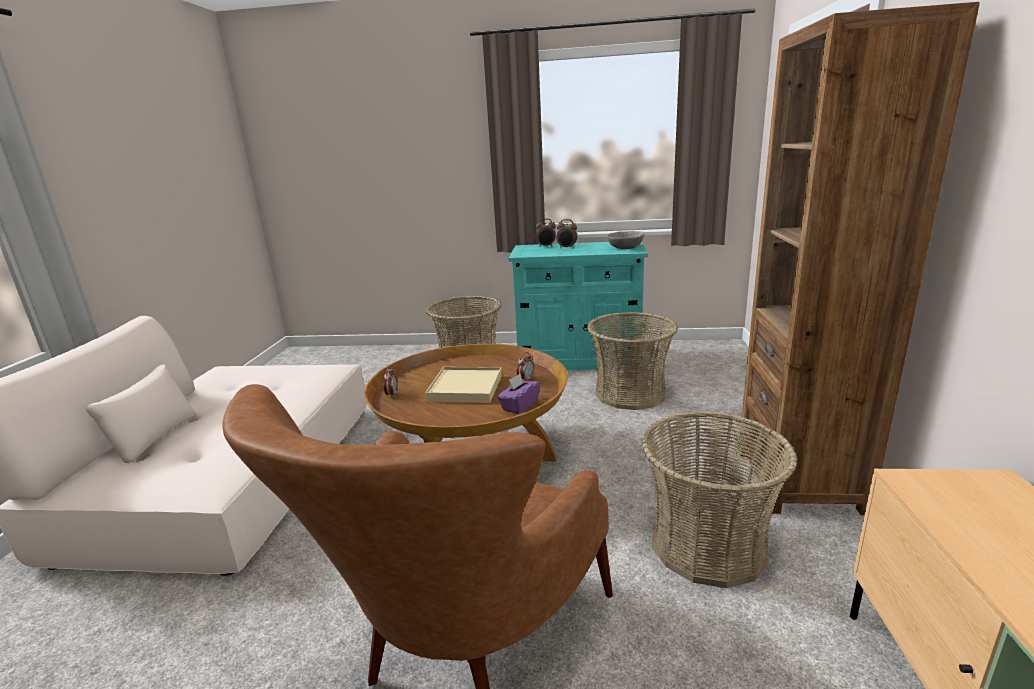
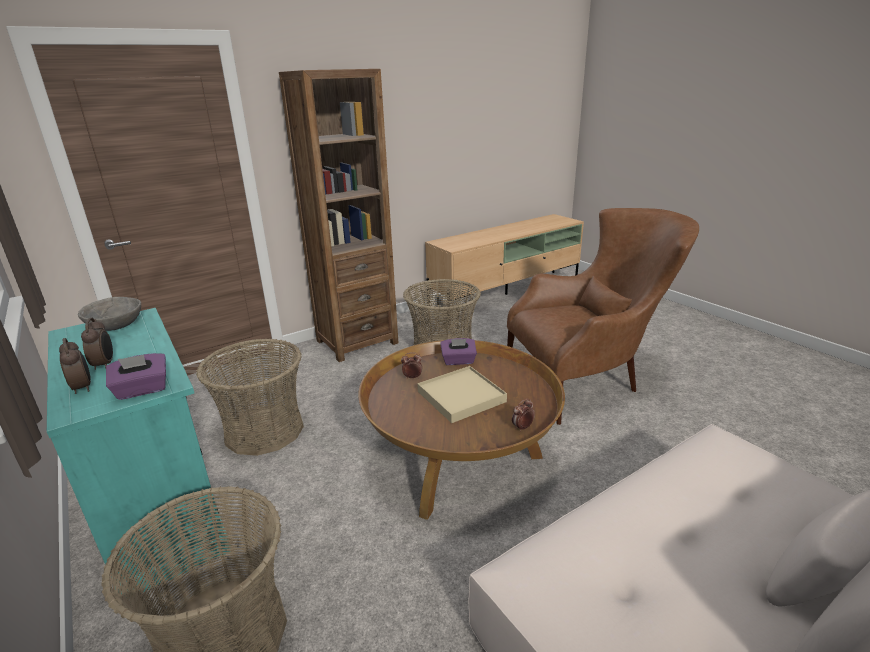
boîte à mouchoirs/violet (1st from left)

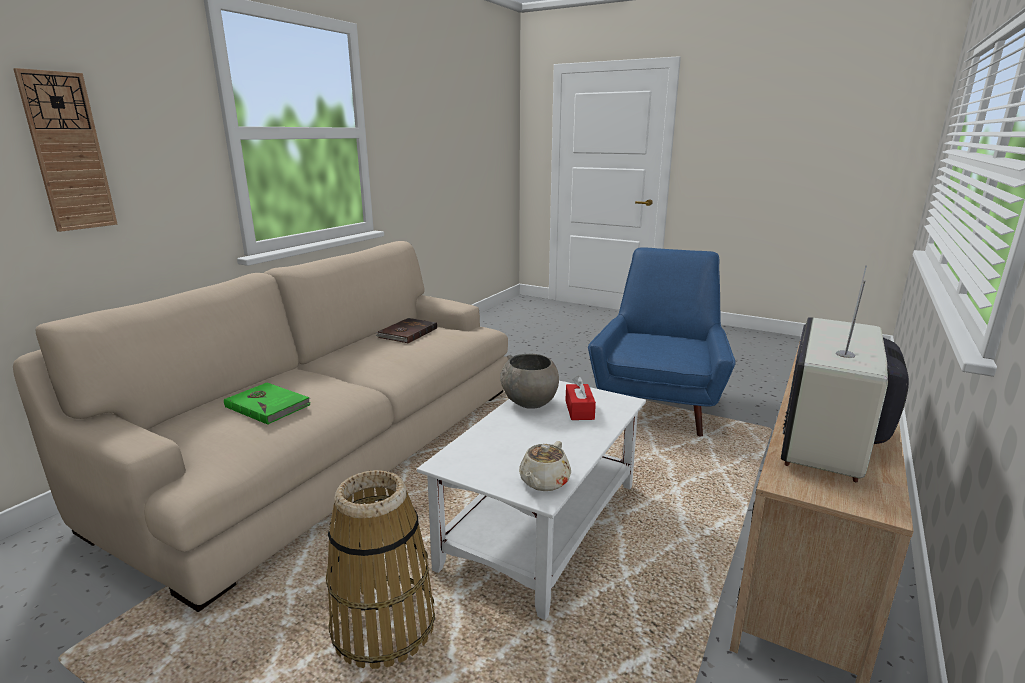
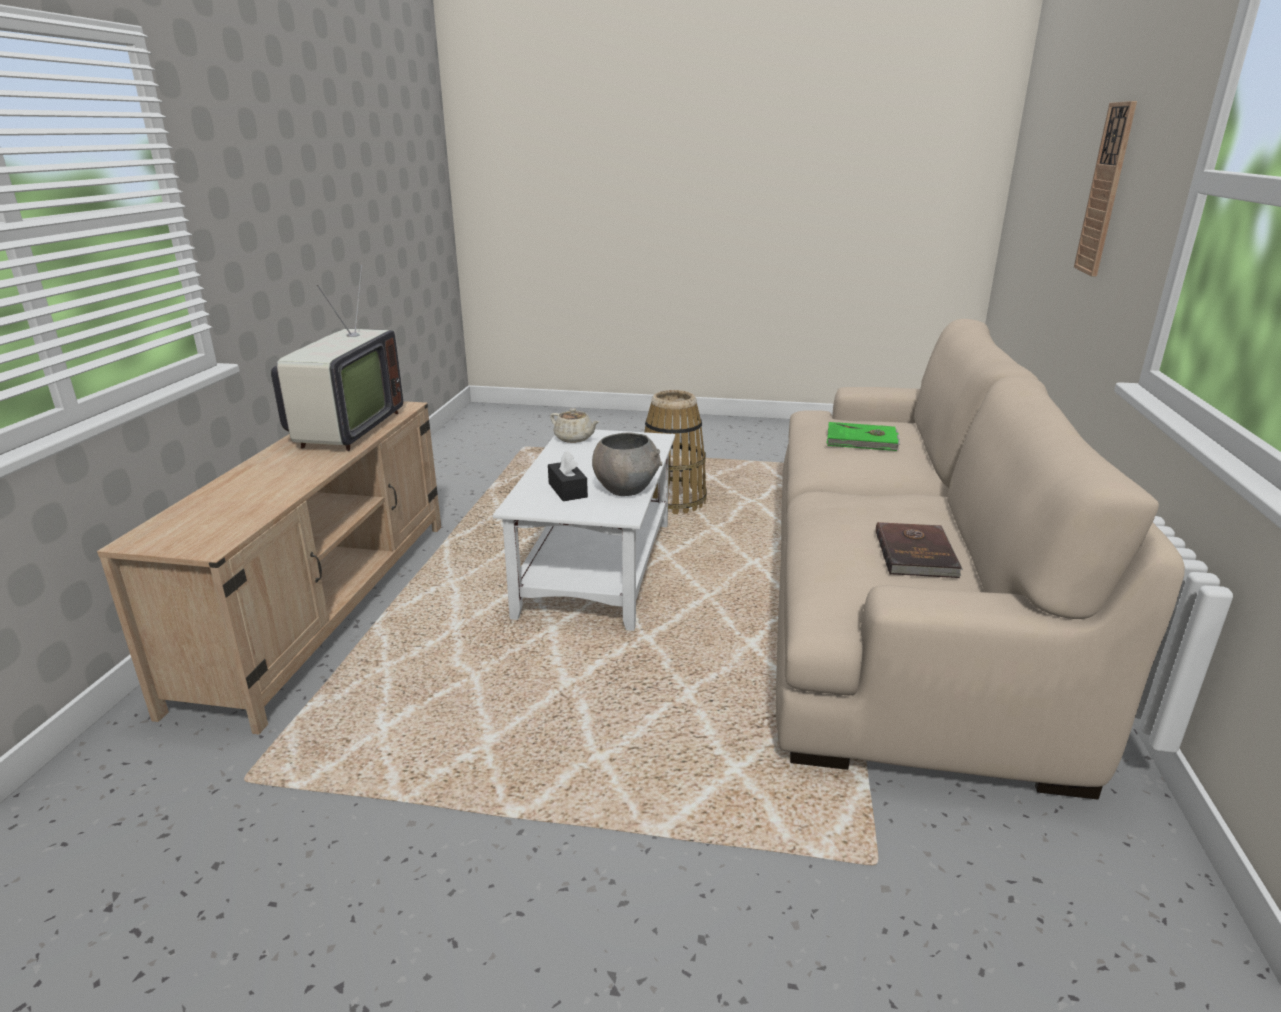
fauteuil/bleu; boîte à mouchoirs/noir; théière/beige

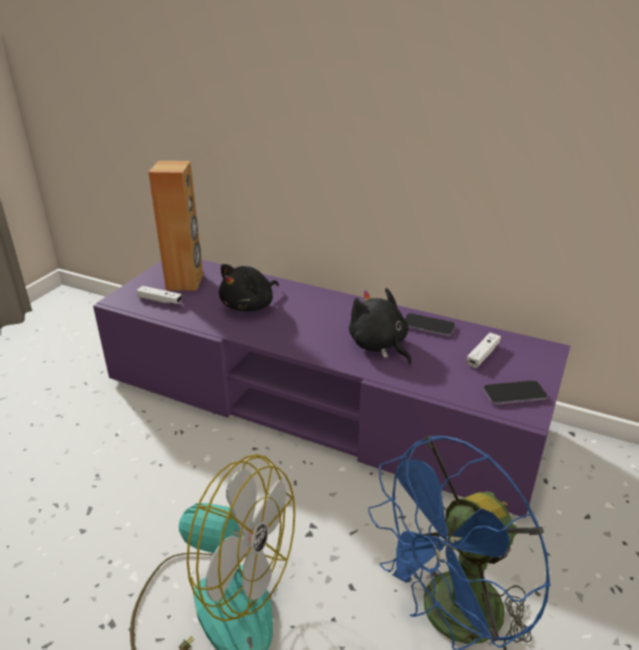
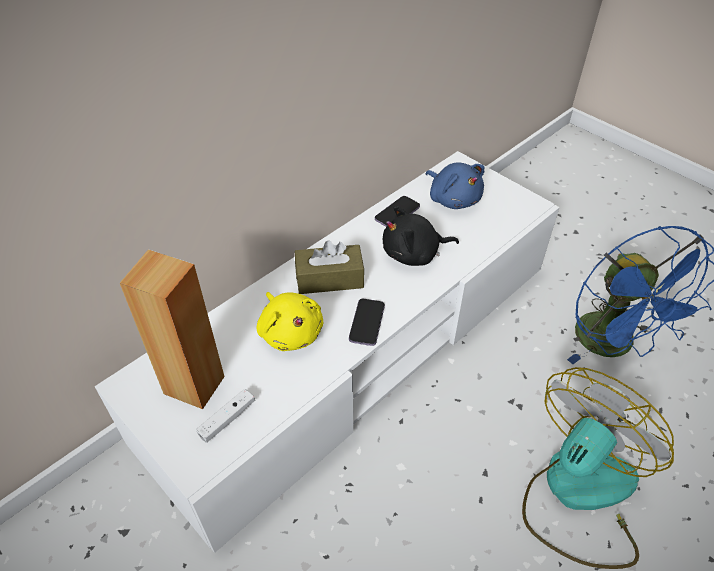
meuble télé/blanc; peluche/jaune; peluche/bleu; téléphone (1st from left); boîte à mouchoirs/marron

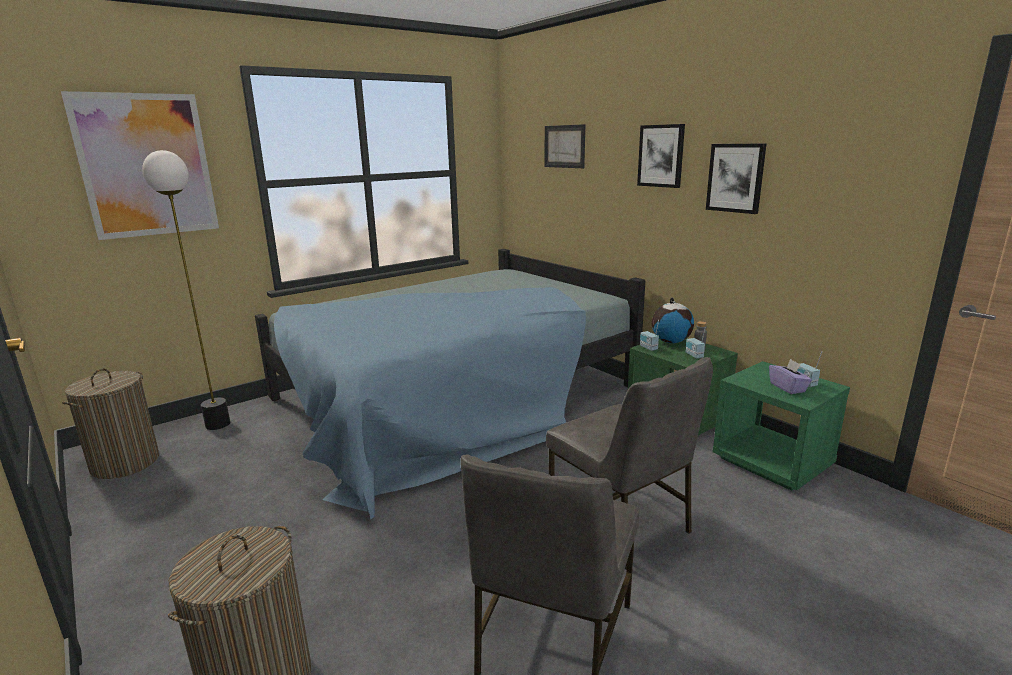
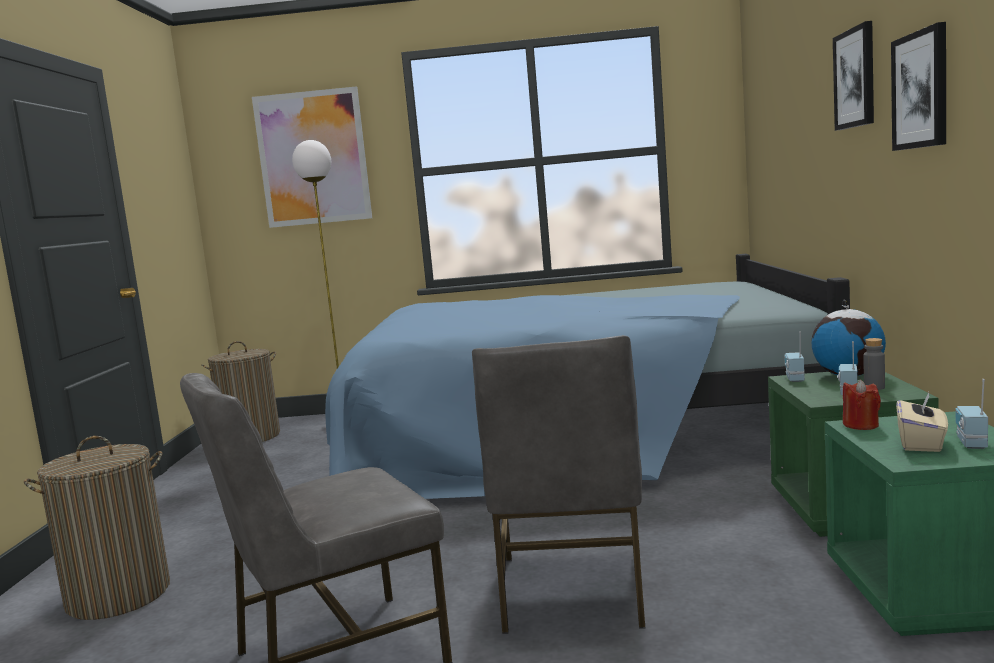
tableau (2nd from left in the first image); boîte à mouchoirs/beige; bougie/rouge

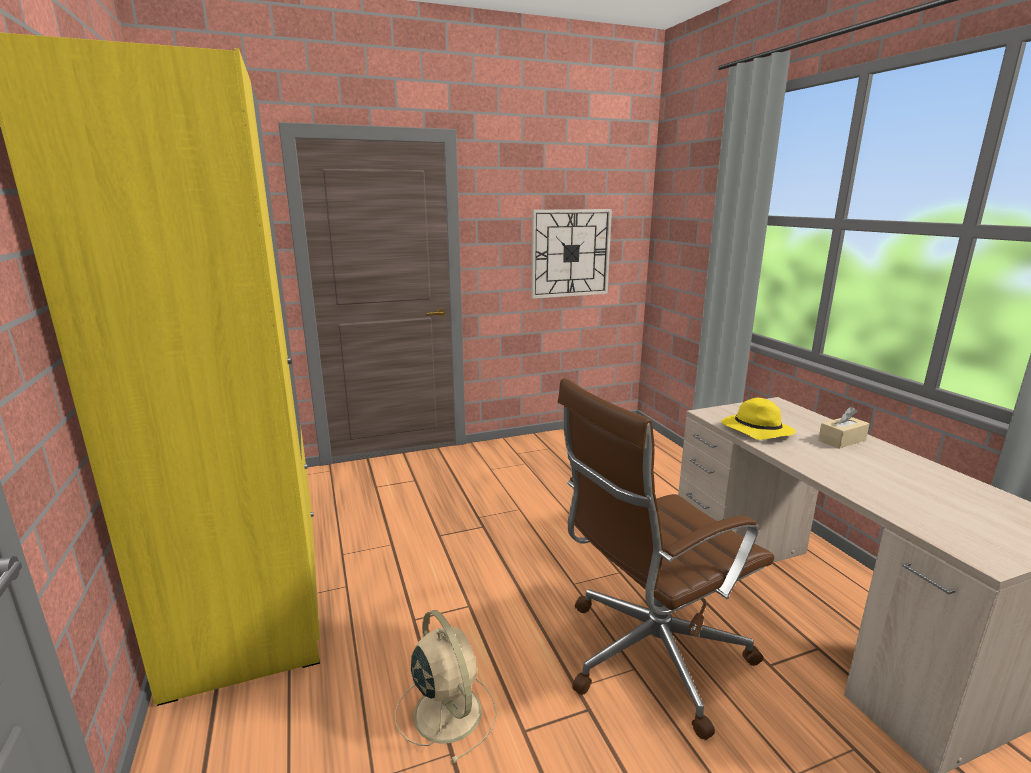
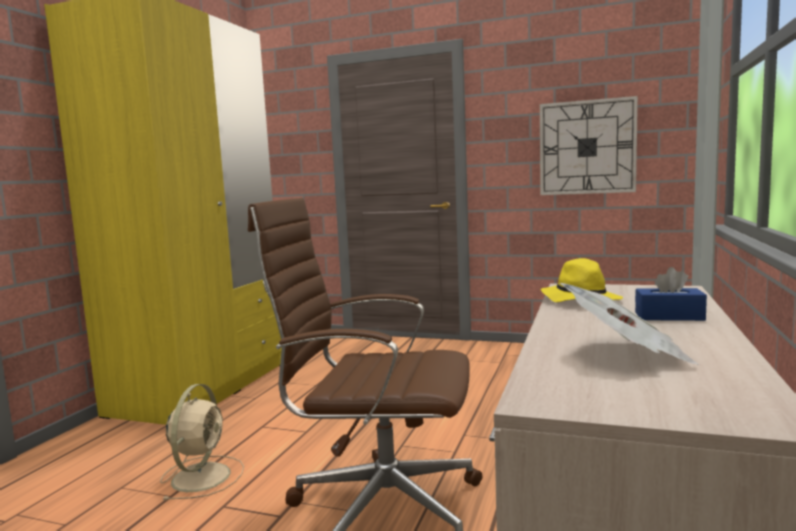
boîte à mouchoirs/bleu; journal

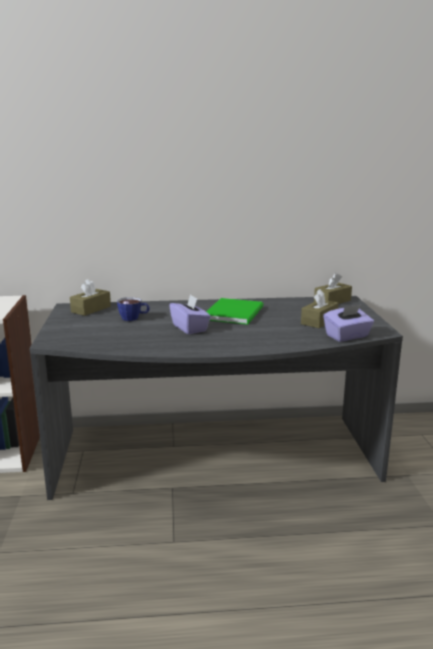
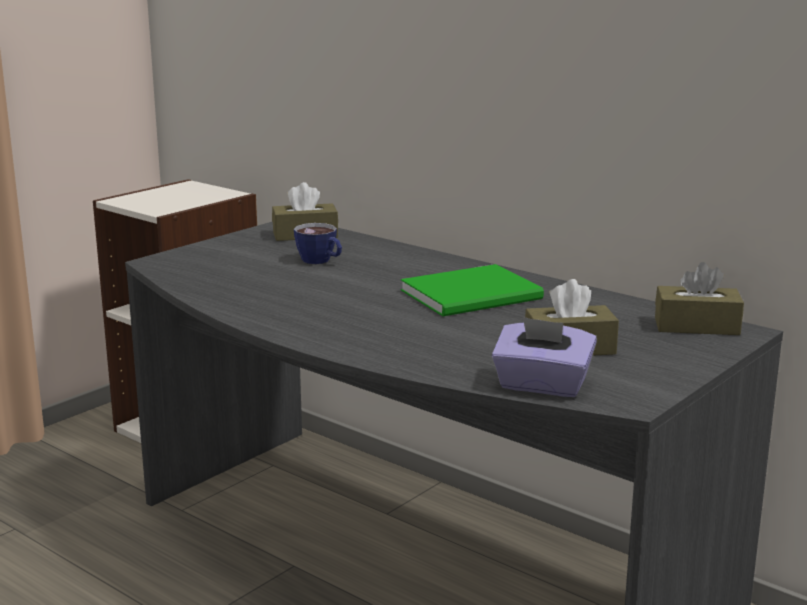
boîte à mouchoirs/violet (1st from left in the first image)

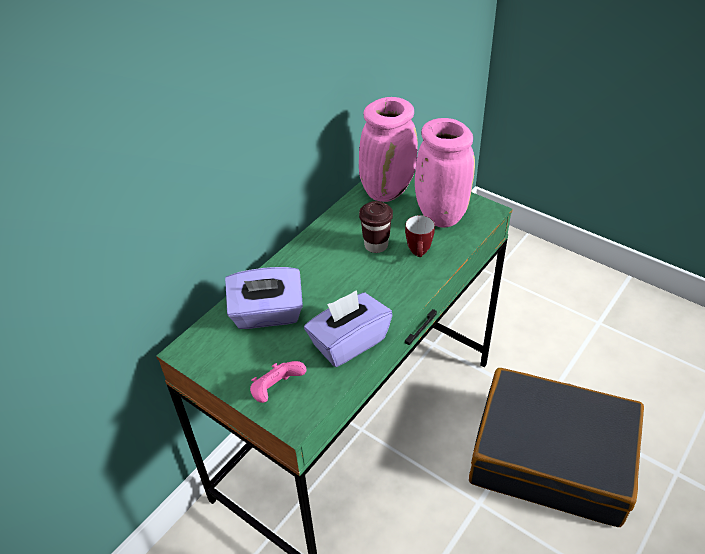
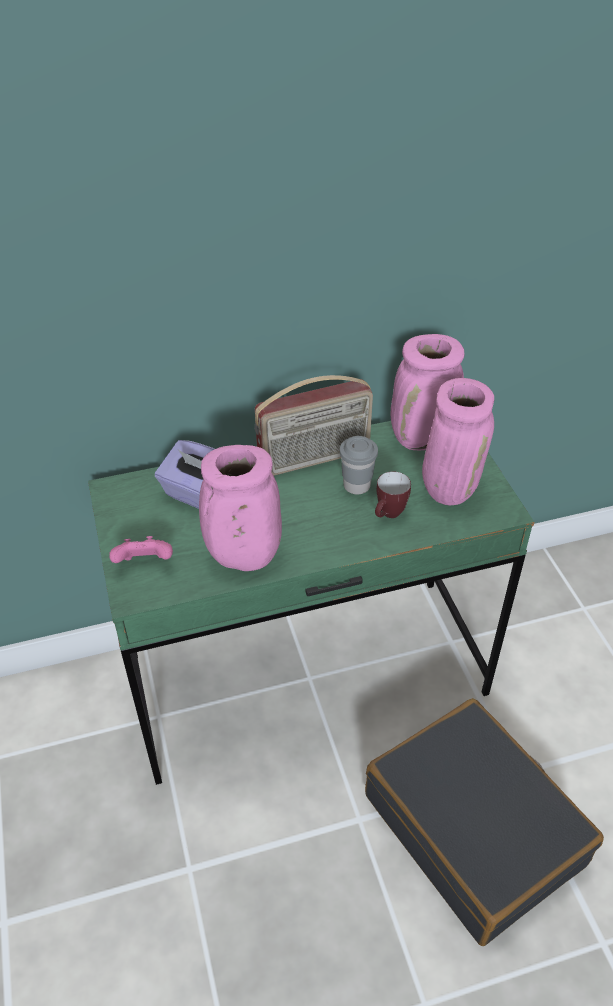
tasse/gris; vase/rose (1st from left); radio

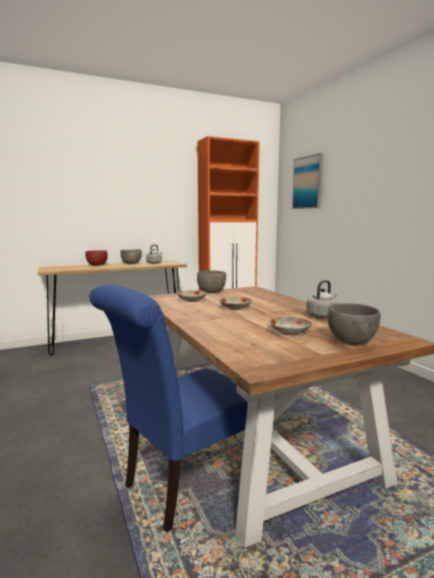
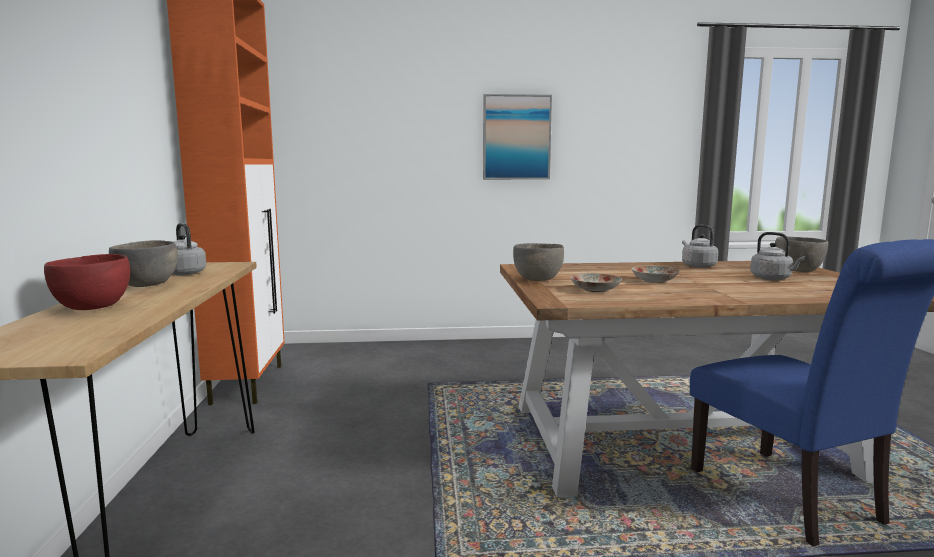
tableau; bouilloire/gris (3rd from left)

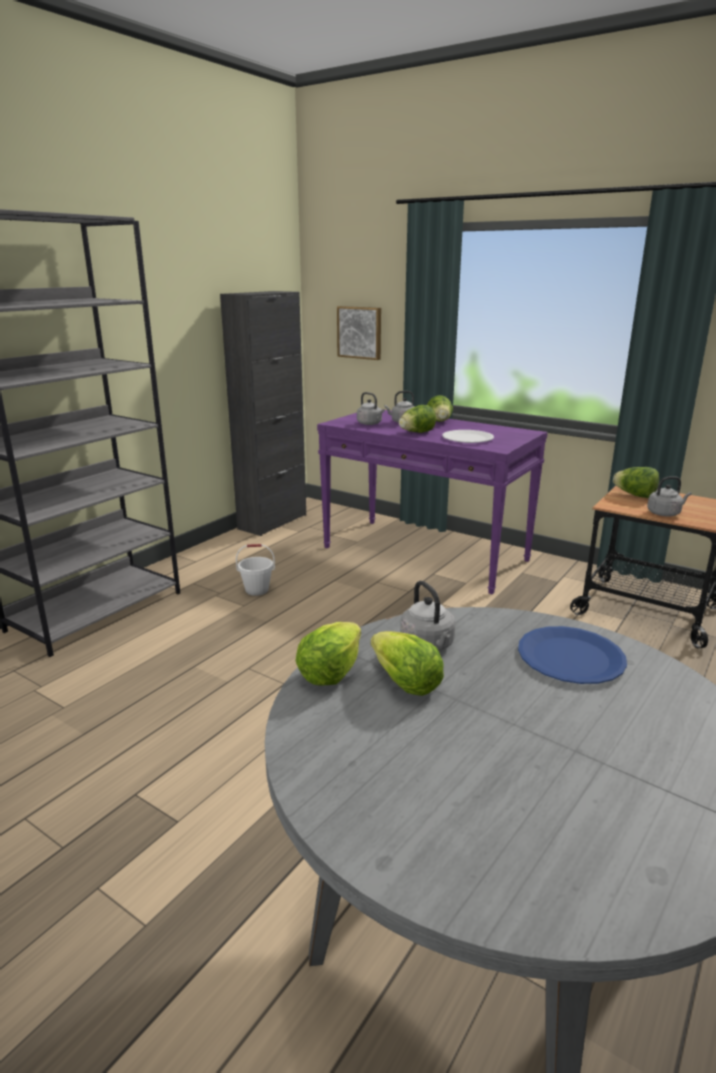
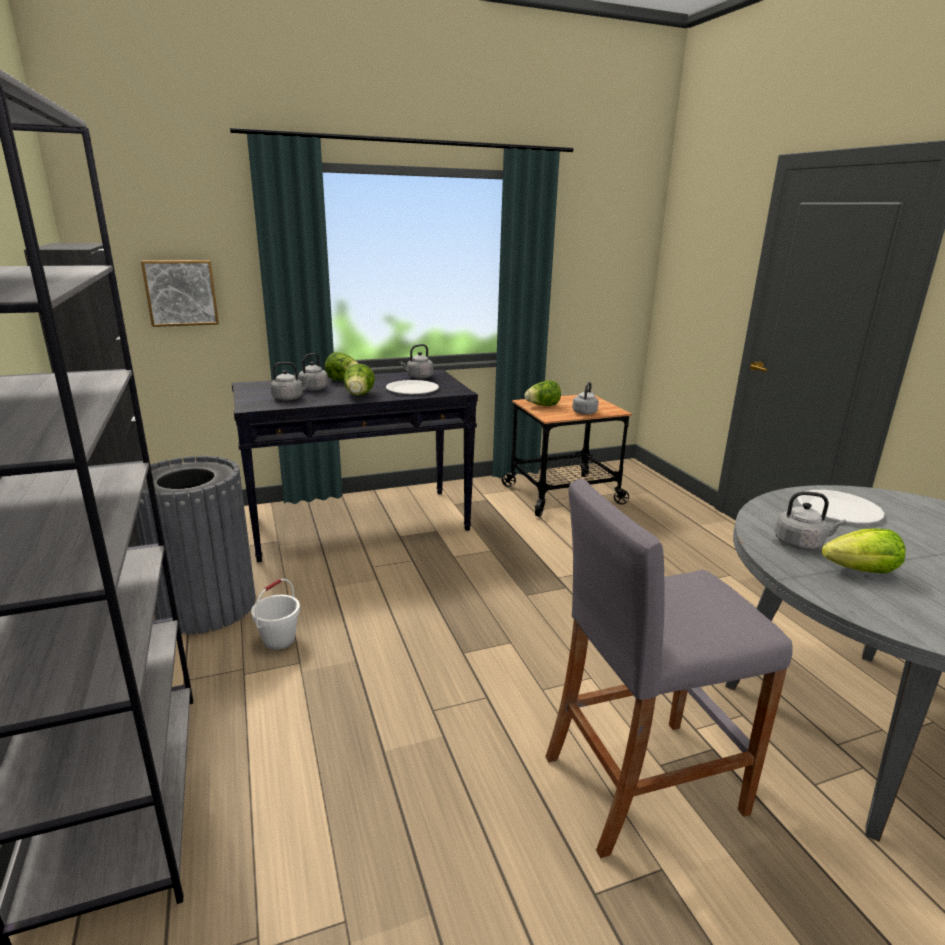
table console/noir; laitue (1st from left in the first image); assiette/blanc (2nd from left); bouilloire/gris (3rd from left); poubelle/gris; tabouret/gris

